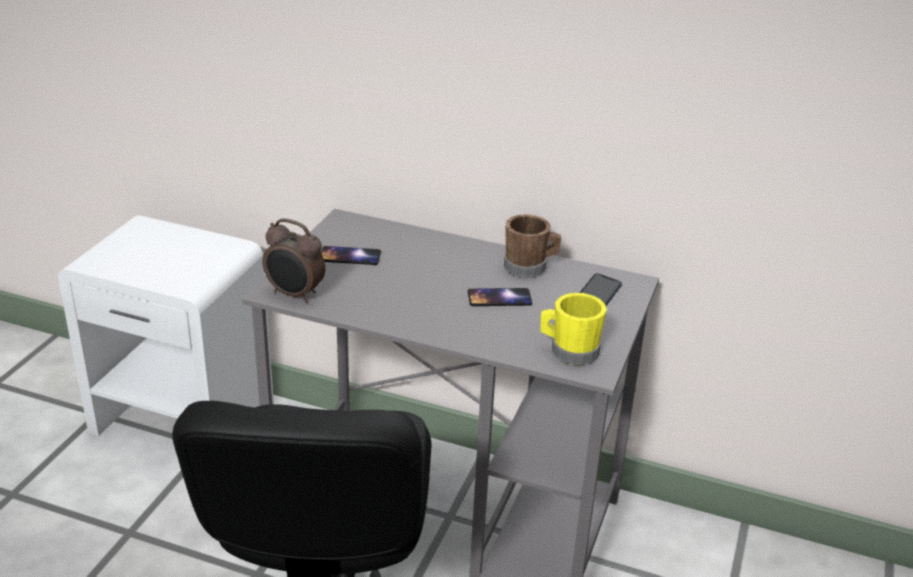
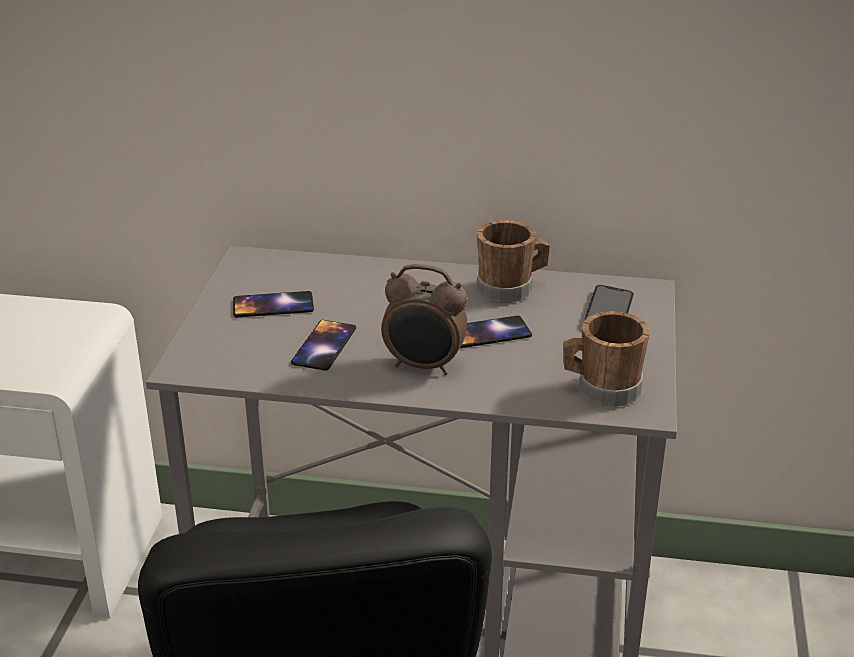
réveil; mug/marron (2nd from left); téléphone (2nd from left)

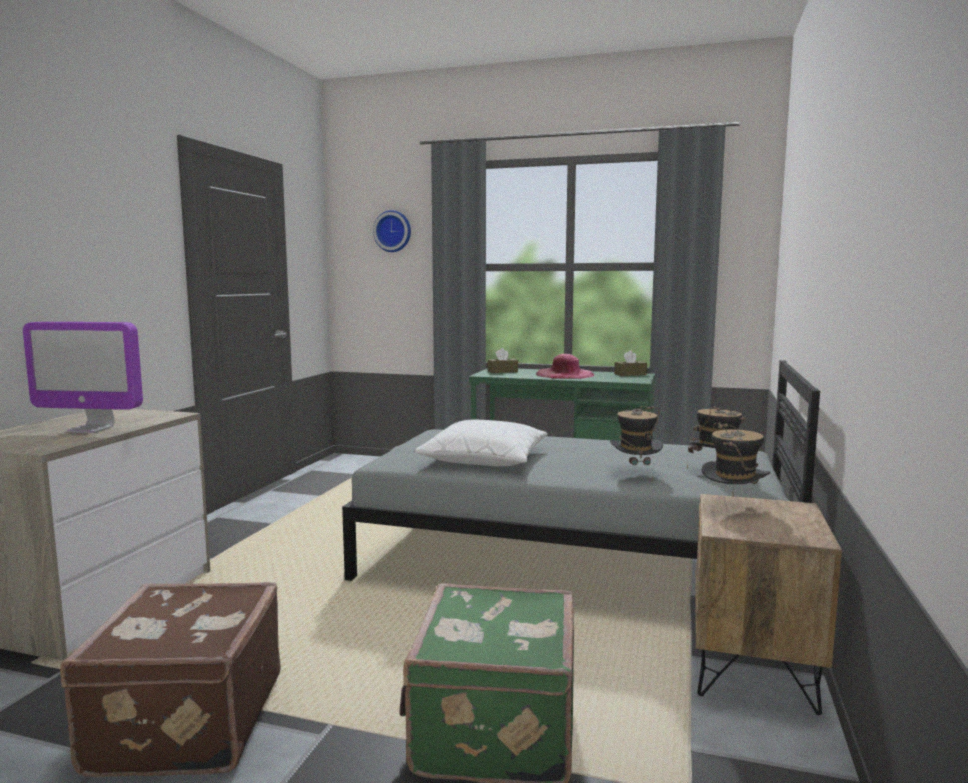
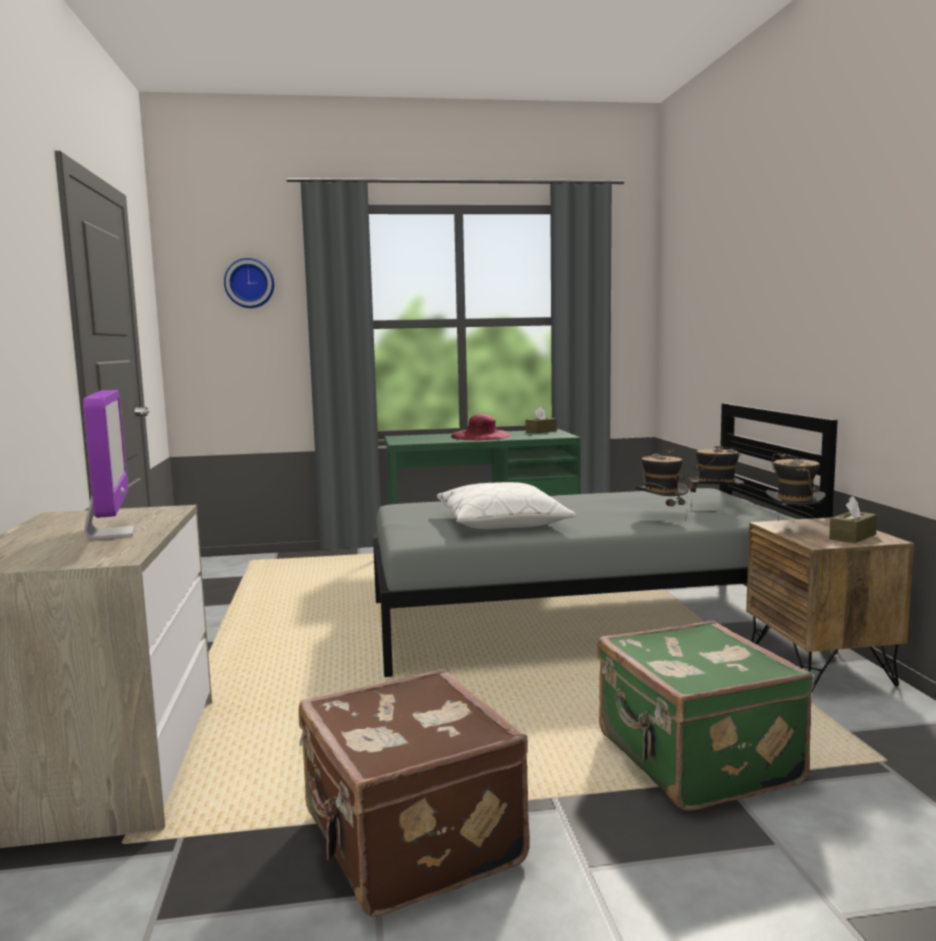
écran d'ordinateur; boîte à mouchoirs/marron (2nd from left)

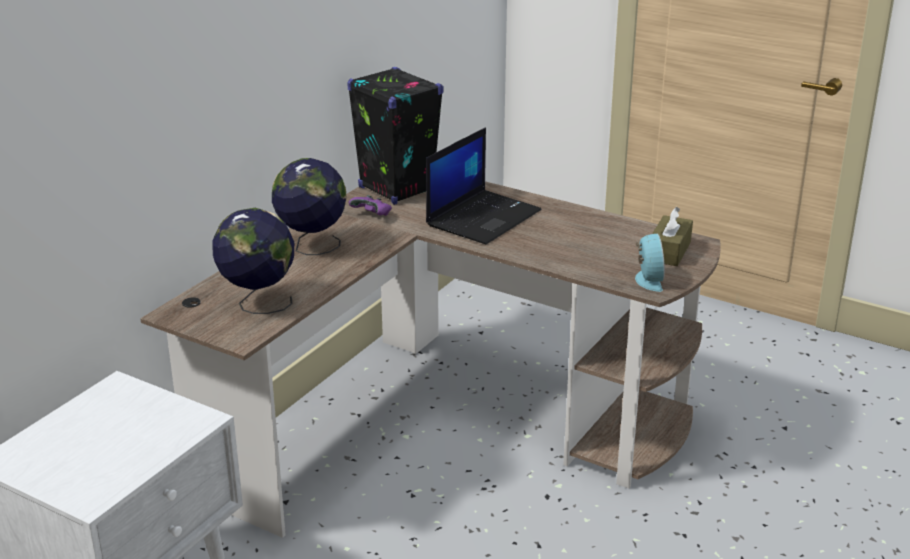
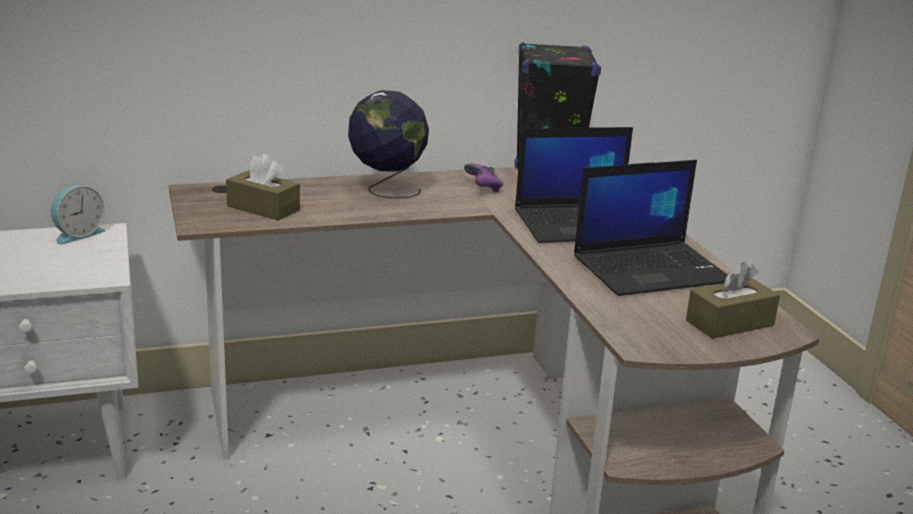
boîte à mouchoirs/marron (1st from left); réveil; ordinateur portable (2nd from left)

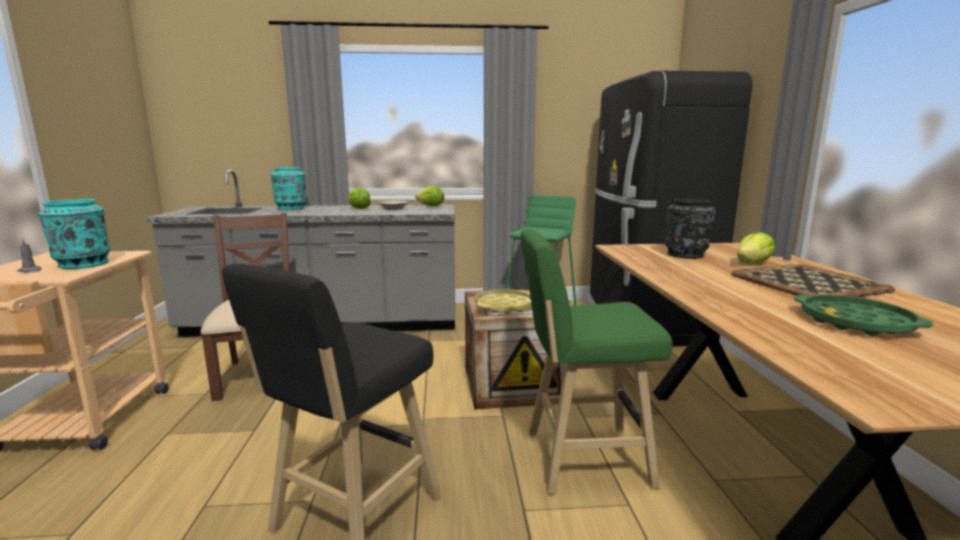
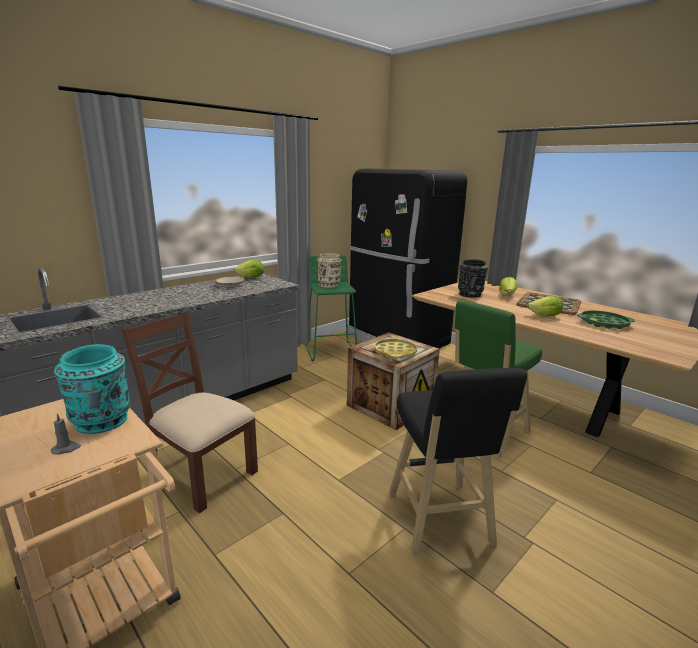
vase/turquoise (2nd from left in the first image); laitue (3rd from left); vase/beige

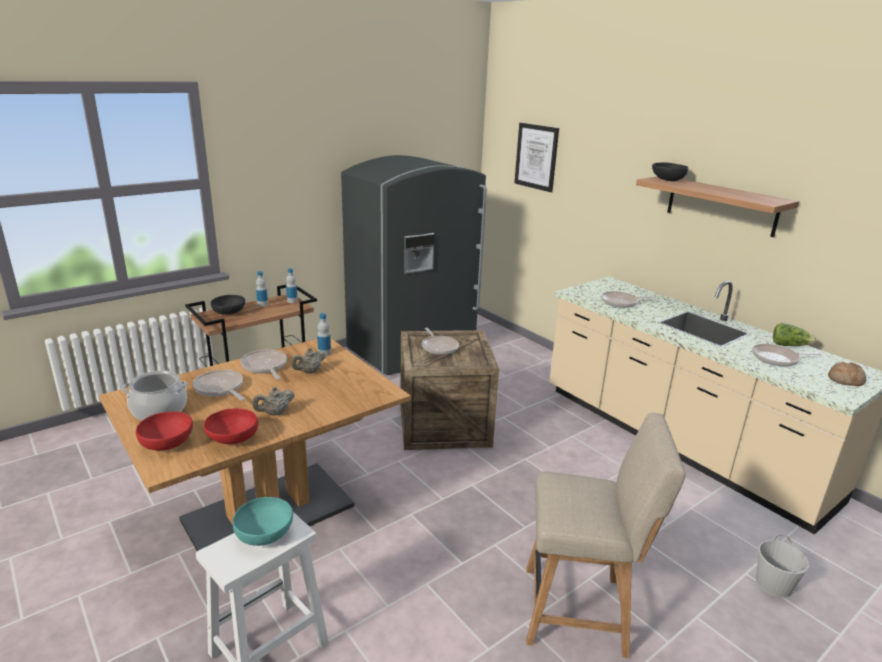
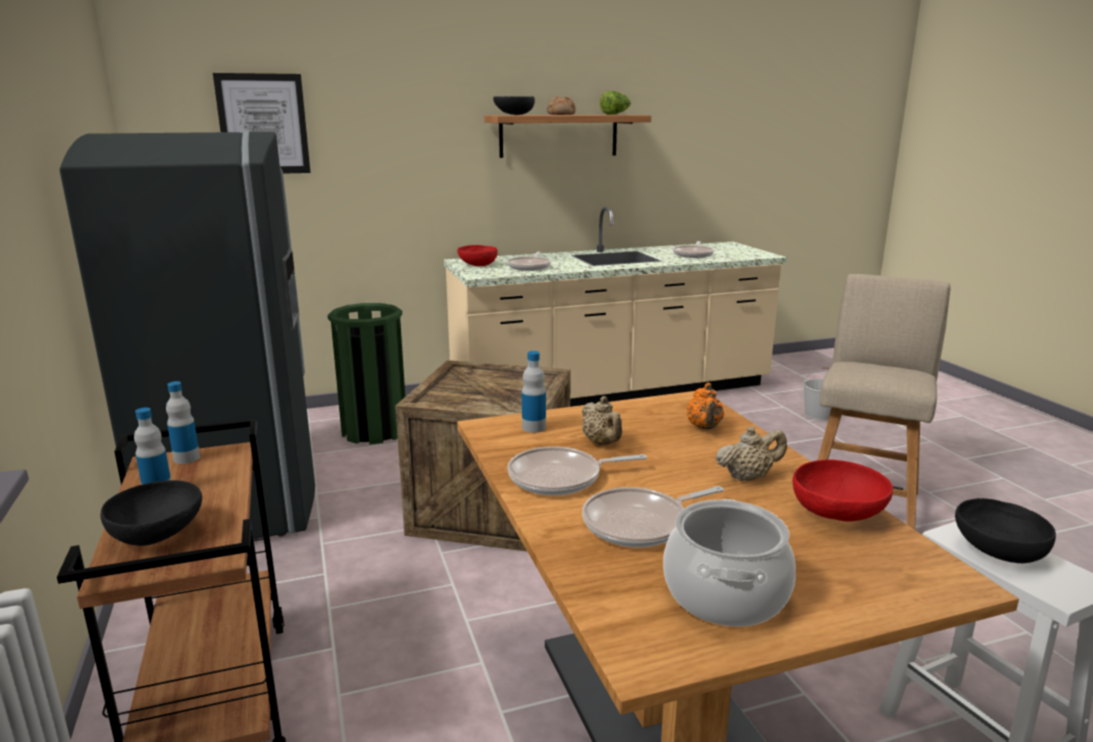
laitue; poêle (3rd from left in the first image); pain; théière/beige (2nd from left); bol/rouge (1st from left); bol/noir (3rd from left); poubelle/vert; théière/orange

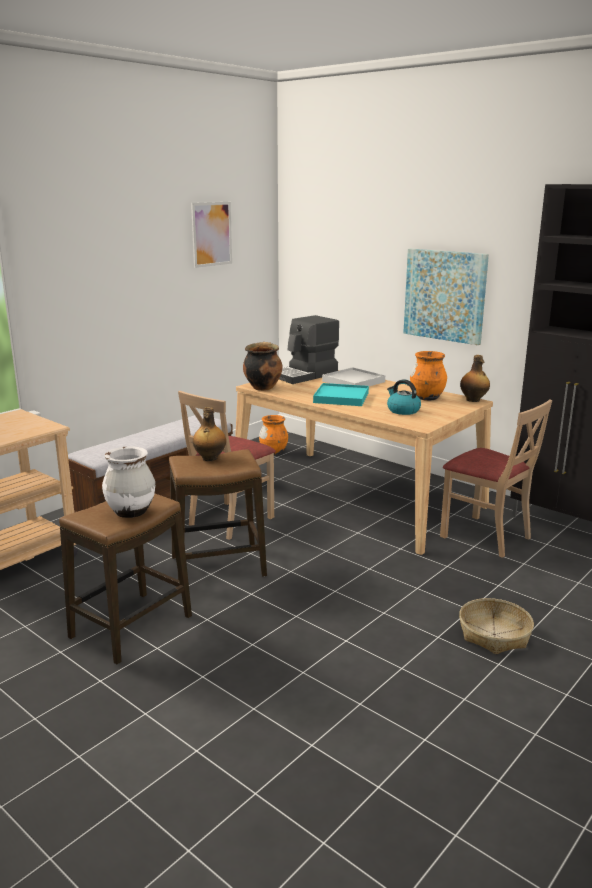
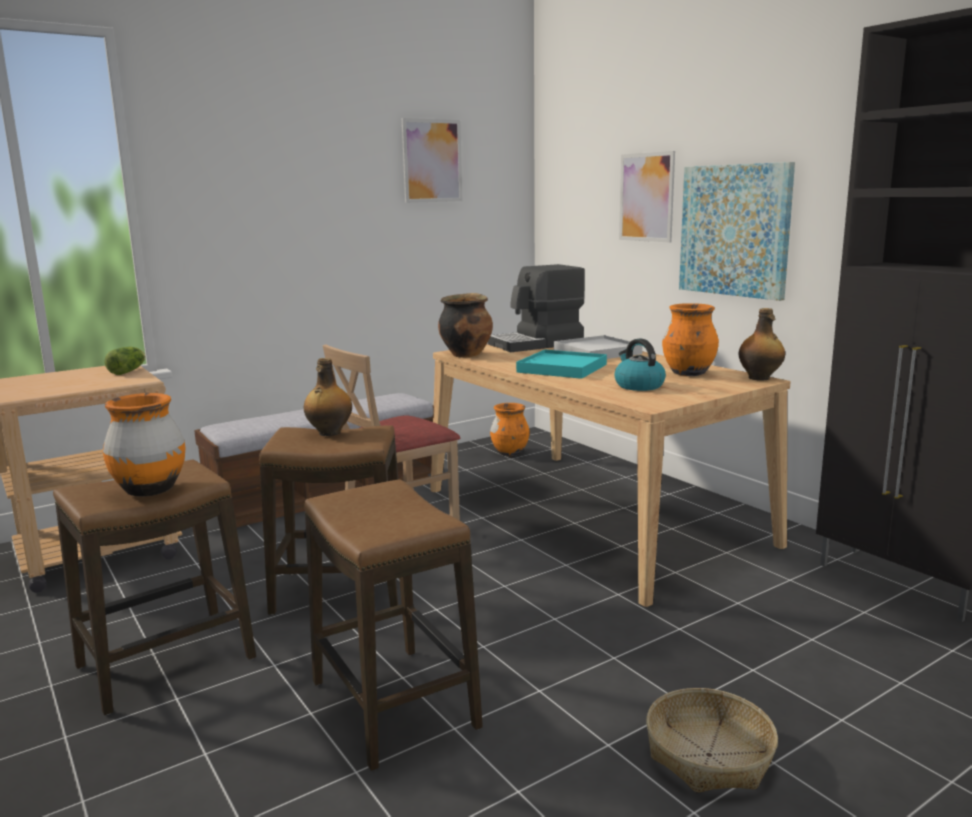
chaise/beige (2nd from left in the first image); vase/orange (1st from left); tableau (2nd from left); laitue; tabouret (3rd from left)

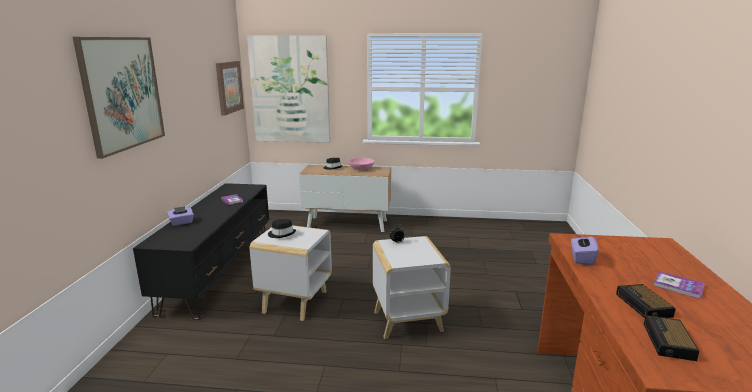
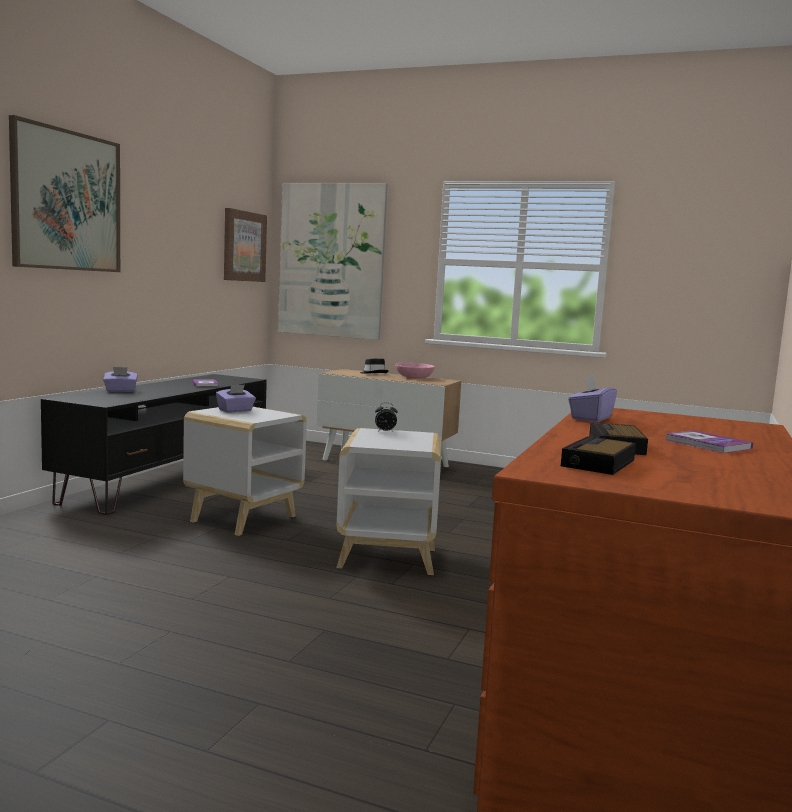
boîte à mouchoirs/violet (2nd from left)

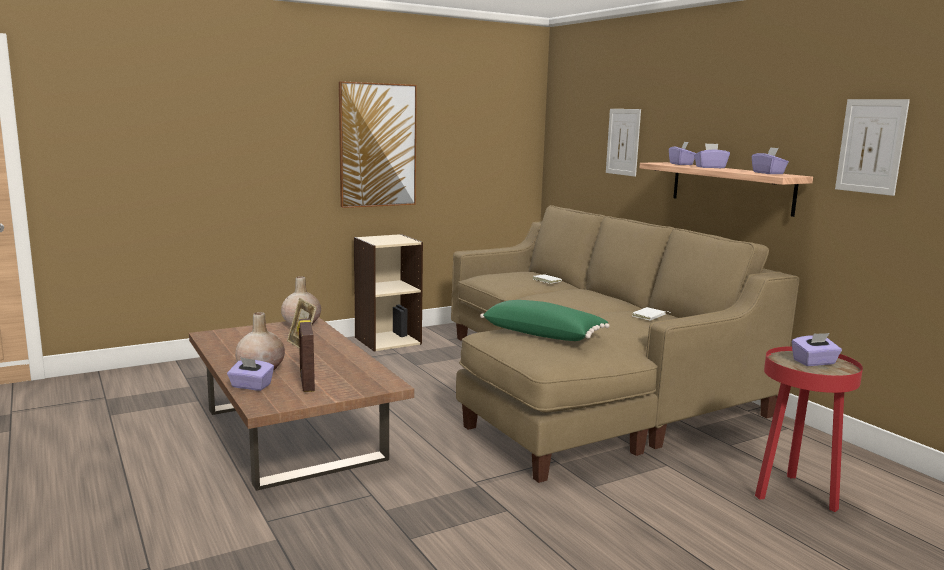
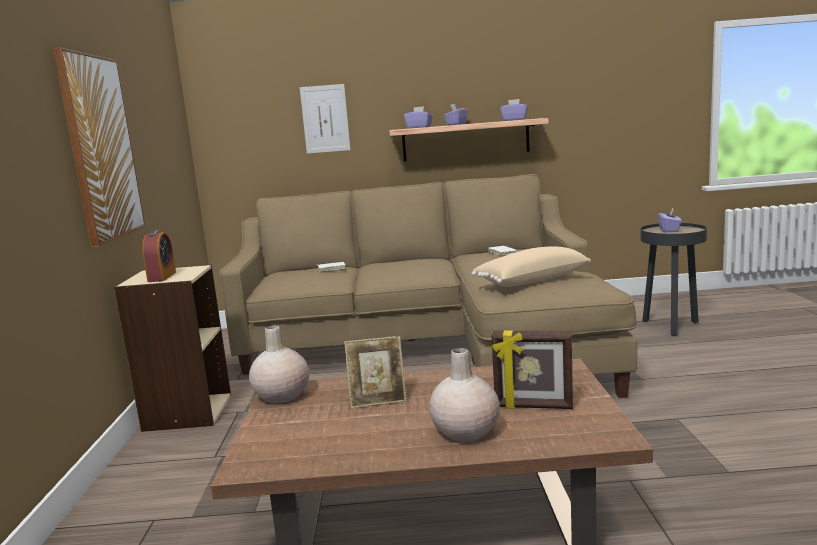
tableau (3rd from left in the first image); coussin/beige; table d'appoint/noir; boîte à mouchoirs/violet (1st from left in the first image); réveil

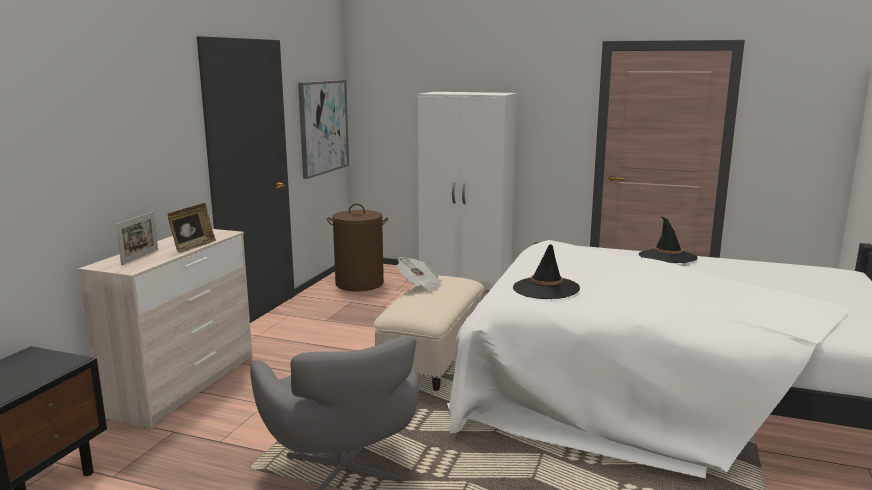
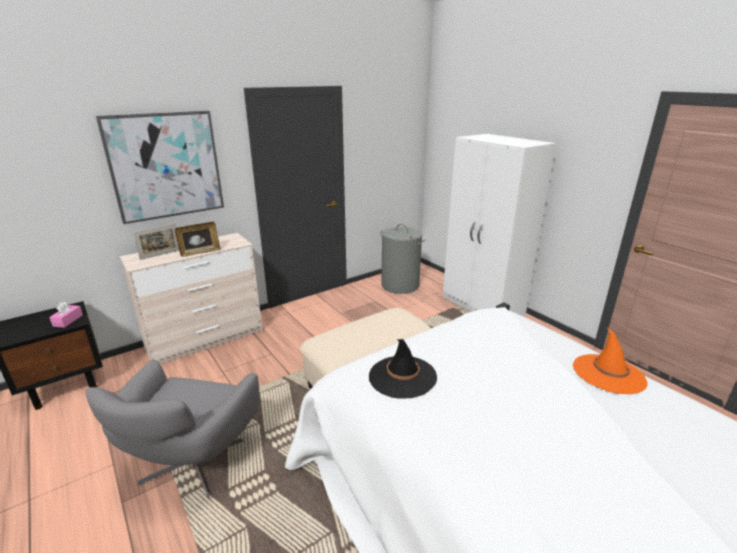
tableau; panier à linge/gris; chapeau/orange; journal; boîte à mouchoirs/rose

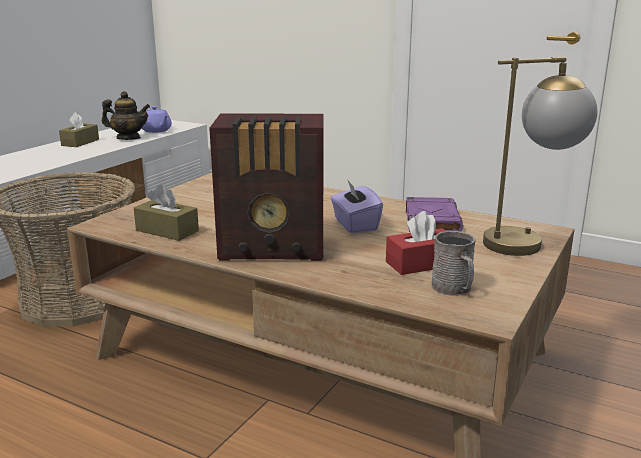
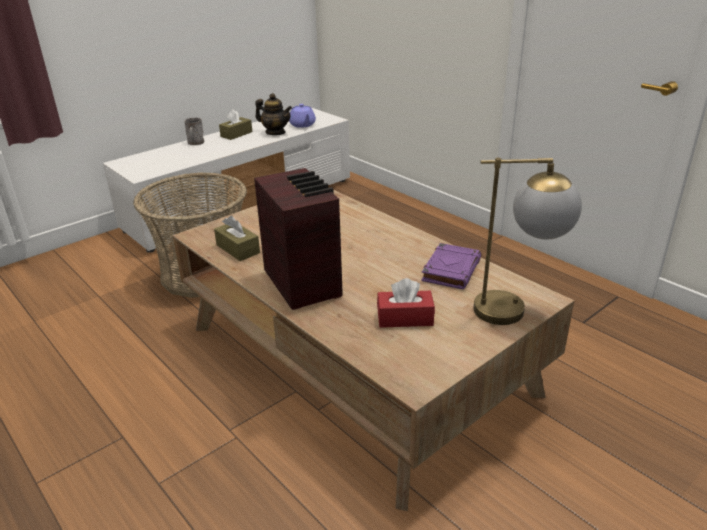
radio; boîte à mouchoirs/violet; mug/gris

